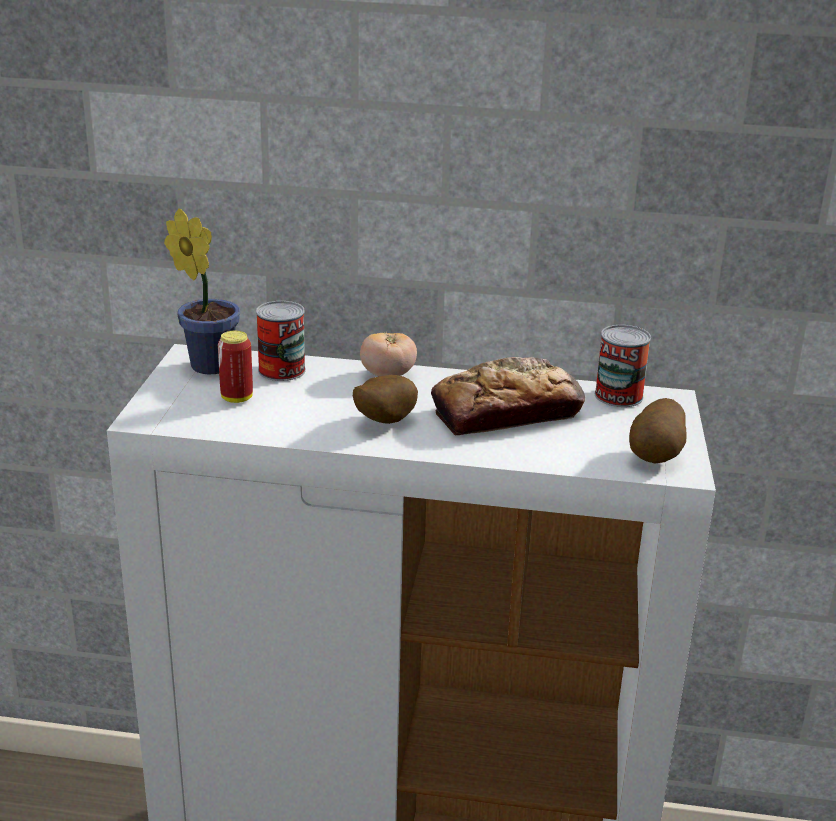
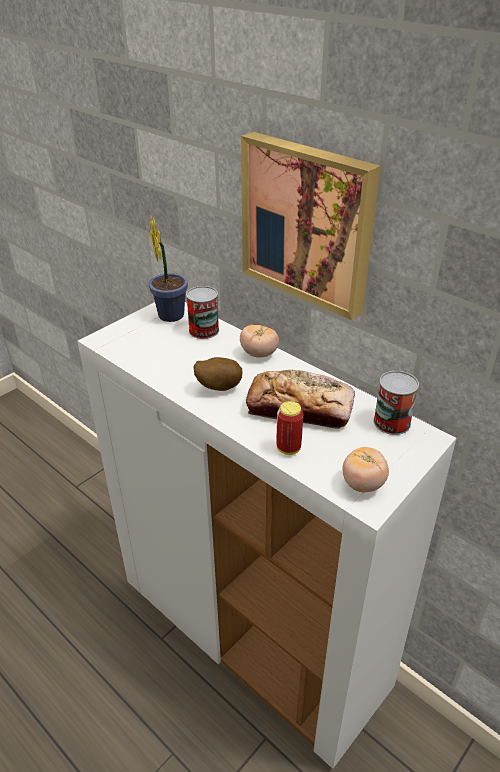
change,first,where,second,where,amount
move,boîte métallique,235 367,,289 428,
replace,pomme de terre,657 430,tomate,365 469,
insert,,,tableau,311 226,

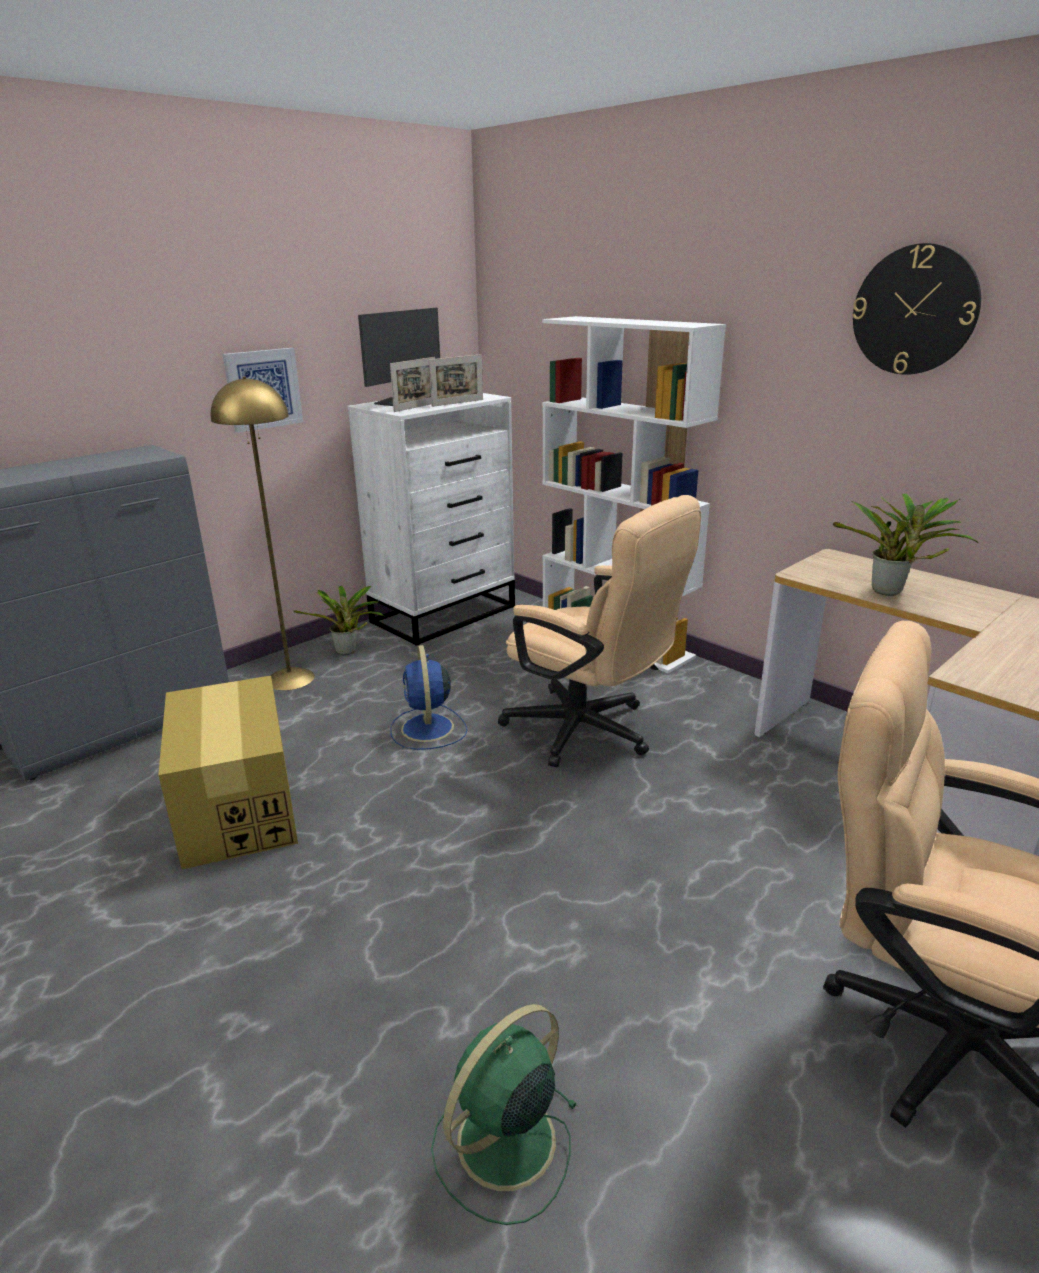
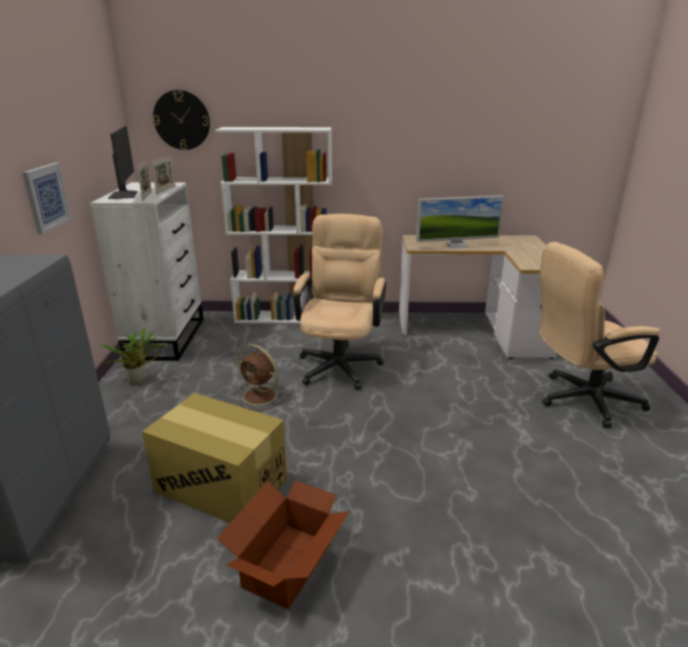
change,first,where,second,where,amount
delete,lampadaire/jaune,263 533,,,
recolor,ventilateur/bleu,428 697,ventilateur/marron,260 377,
delete,ventilateur/vert,504 1114,,,
rotate,chaise de bureau/beige,599 631,,339 302,75 degrees counterclockwise
replace,plante en pot,905 544,écran d'ordinateur,460 222,
move,horloge murale,916 309,,181 120,
insert,,,carton,283 544,

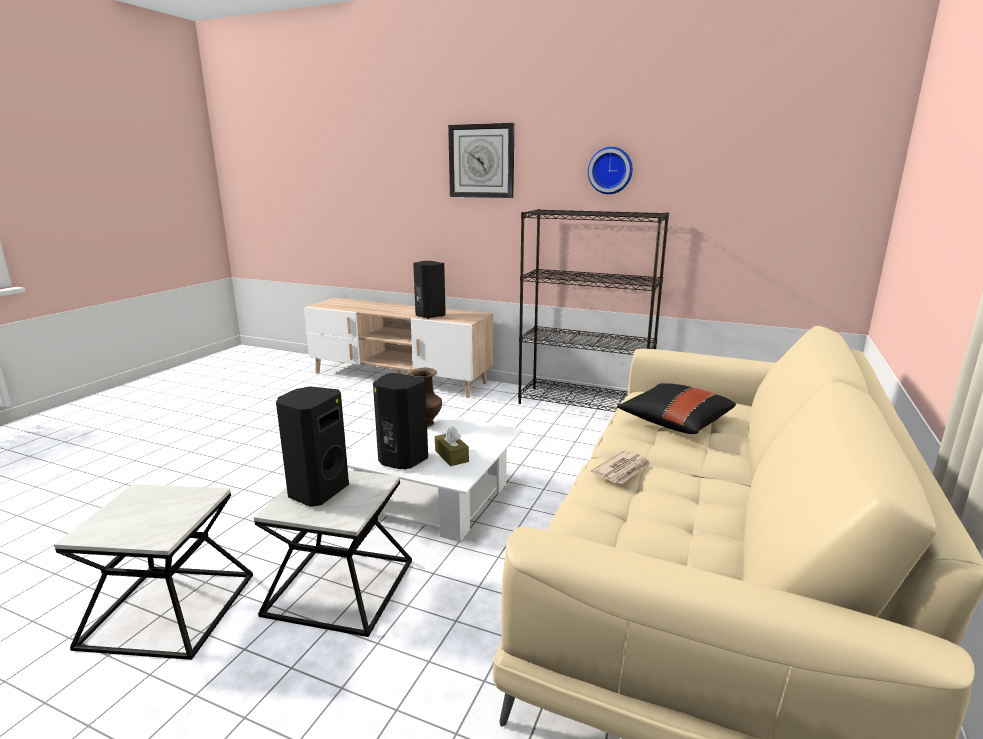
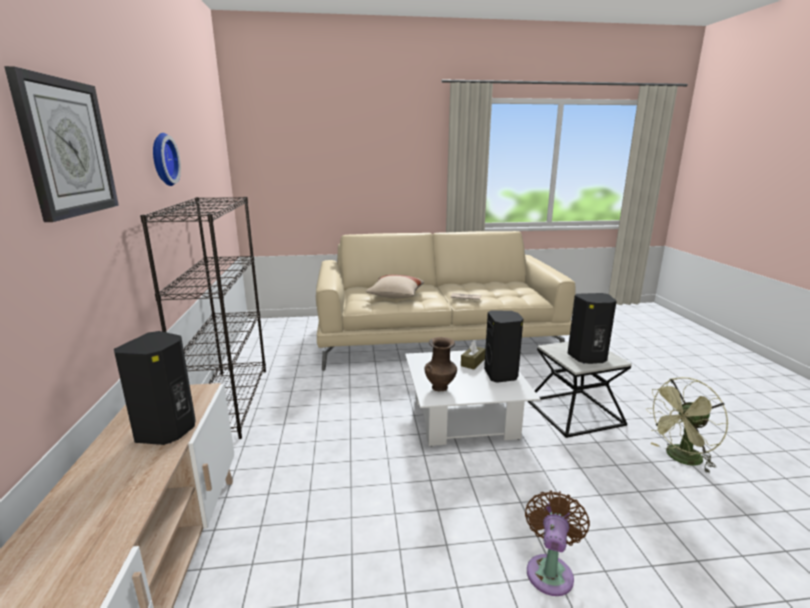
change,first,where,second,where,amount
replace,table d'appoint,153 572,ventilateur/vert,686 425,
recolor,coussin/noir,676 408,coussin/beige,395 286,
insert,,,ventilateur/marron,557 543,

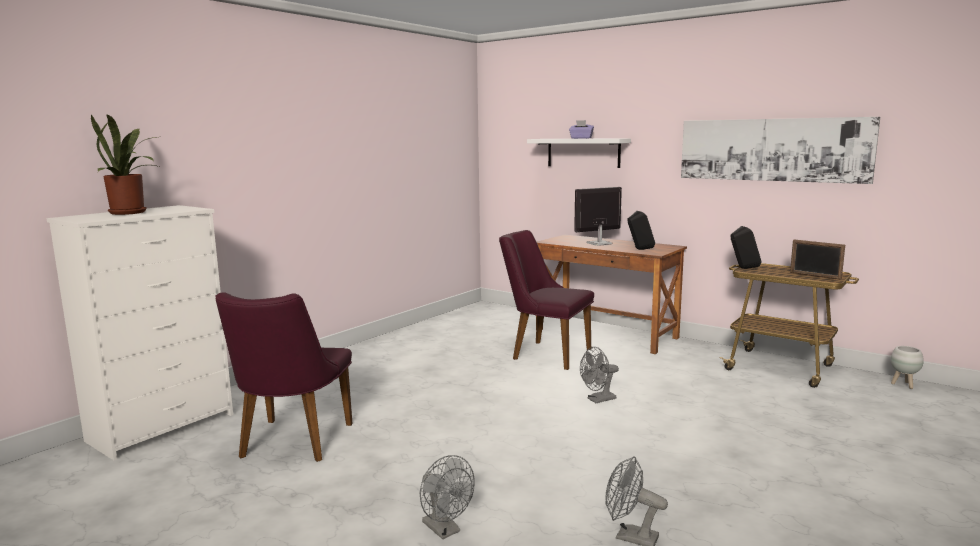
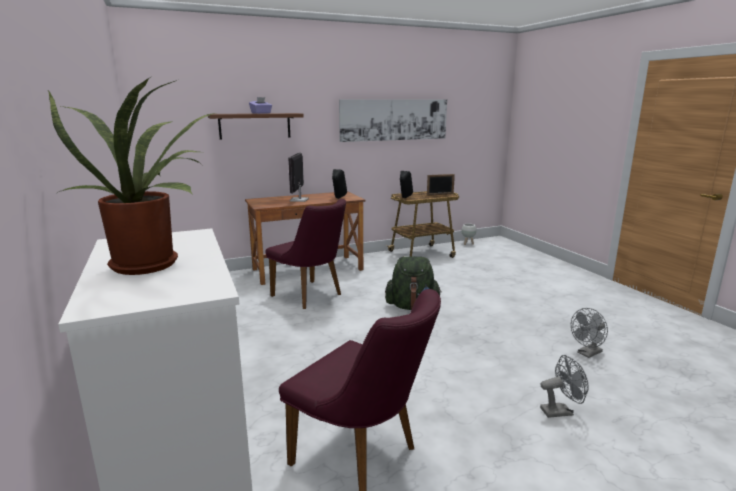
change,first,where,second,where,amount
rotate,chaise/violet,546 300,,305 254,105 degrees counterclockwise
recolor,étagère/blanc,579 153,étagère/marron,256 126,
replace,ventilateur/gris,599 375,sac à dos/vert,413 283,

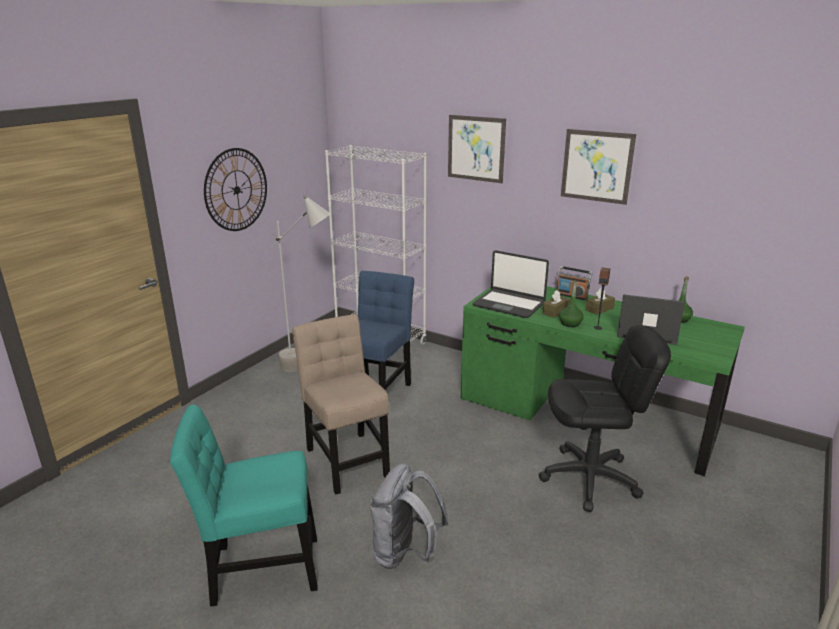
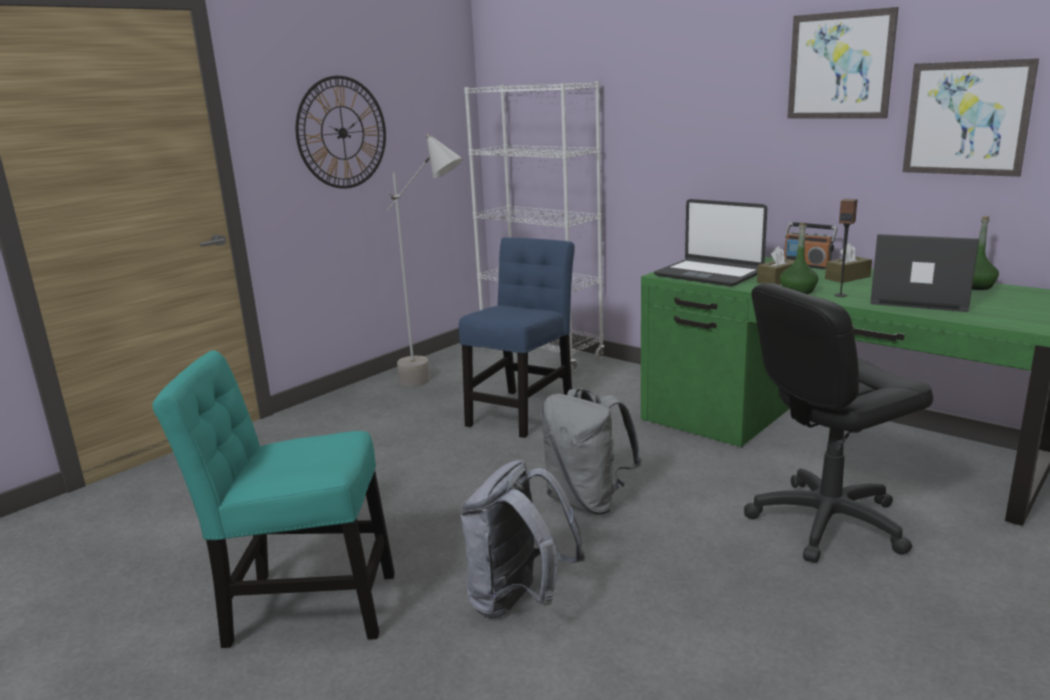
change,first,where,second,where,amount
delete,chaise/beige,341 404,,,
move,tableau,477 149,,971 117,
rotate,chaise de bureau/noir,605 418,,838 423,150 degrees clockwise
insert,,,sac à dos/gris,591 451,

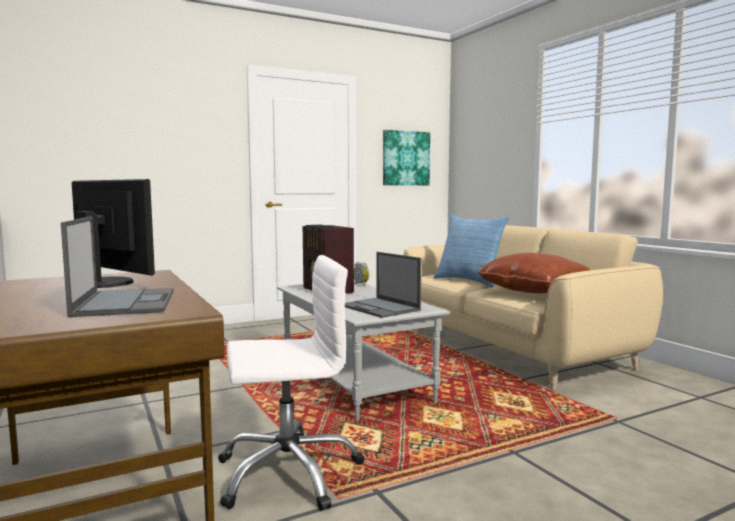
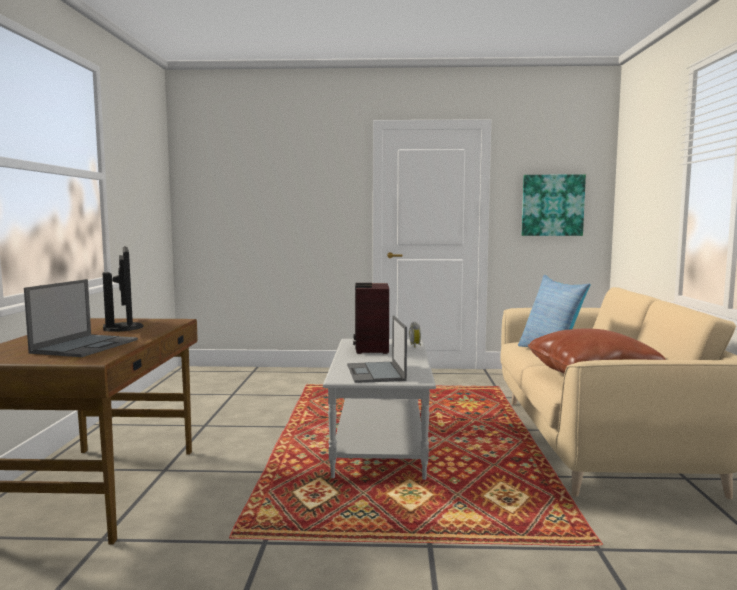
change,first,where,second,where,amount
delete,chaise de bureau/blanc,291 383,,,

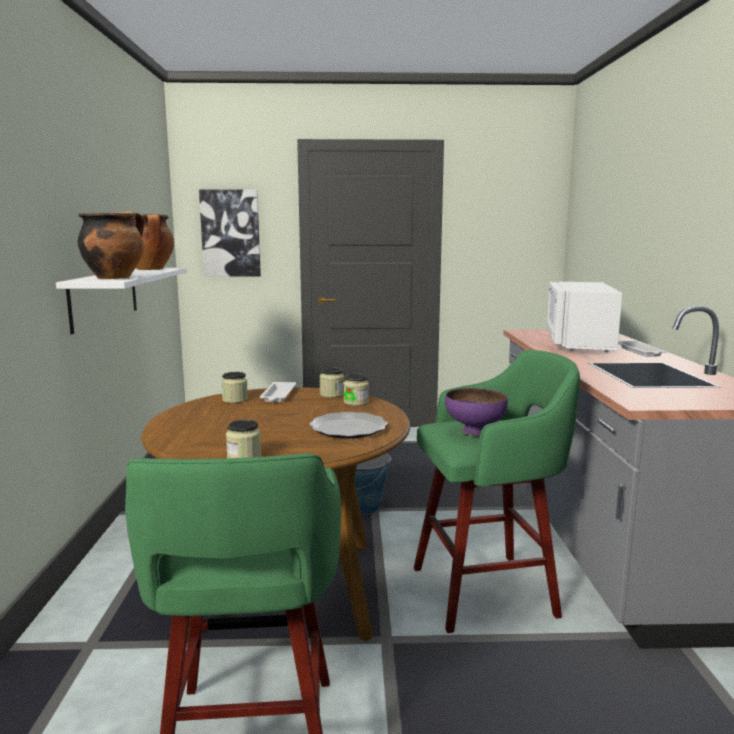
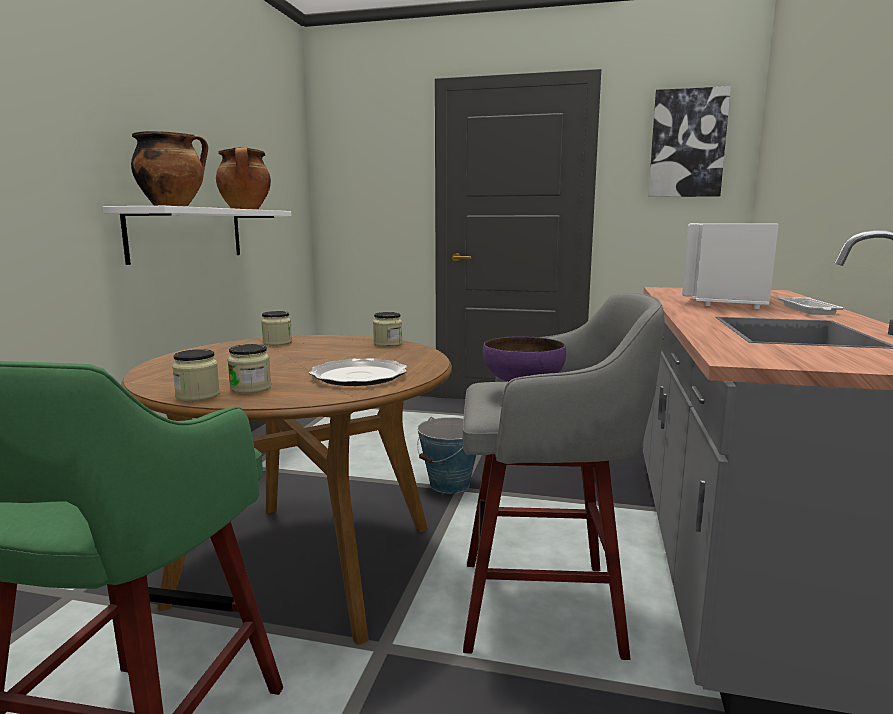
change,first,where,second,where,amount
move,tableau,230 233,,689 141,
delete,plateau/blanc,278 392,,,
move,bocal,356 390,,249 369,
recolor,tabouret/vert,497 491,tabouret/gris,563 476,

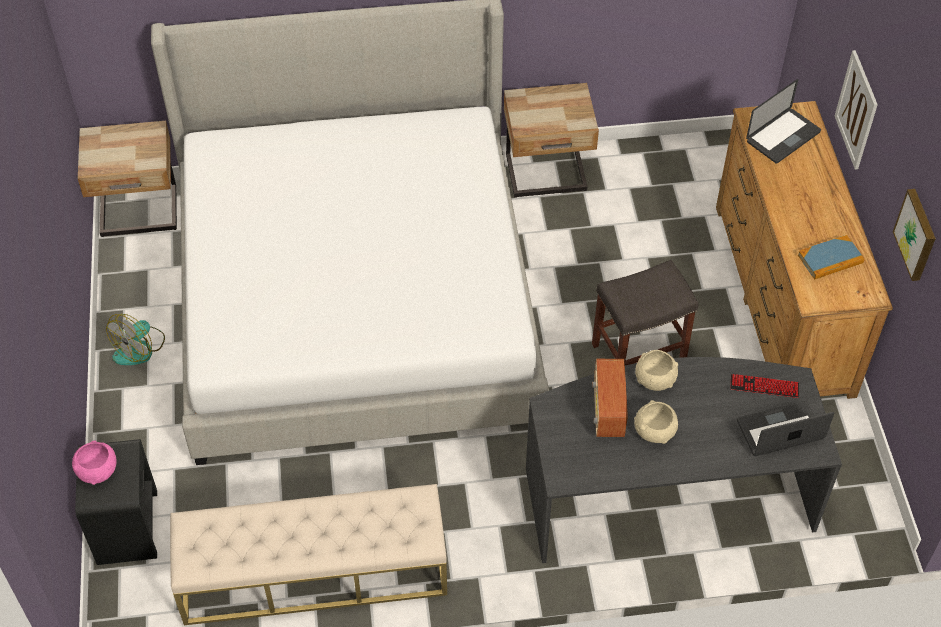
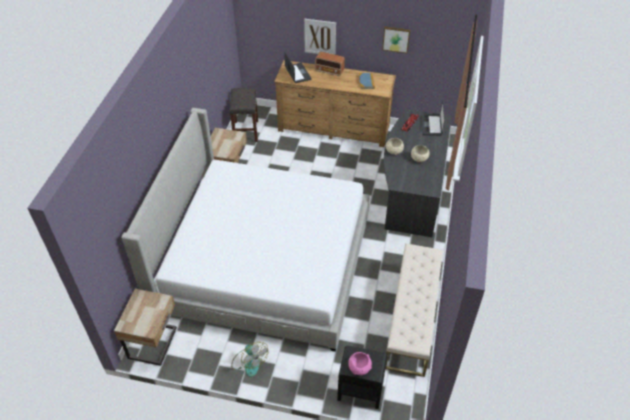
change,first,where,second,where,amount
move,tabouret/gris,645 312,,244 115,
move,radio,610 398,,330 64,

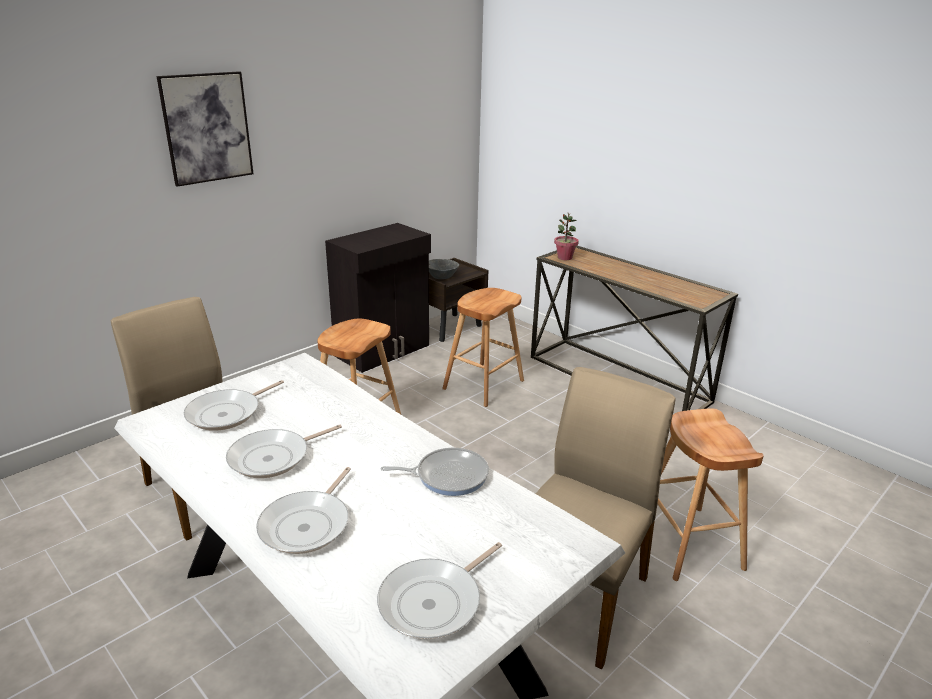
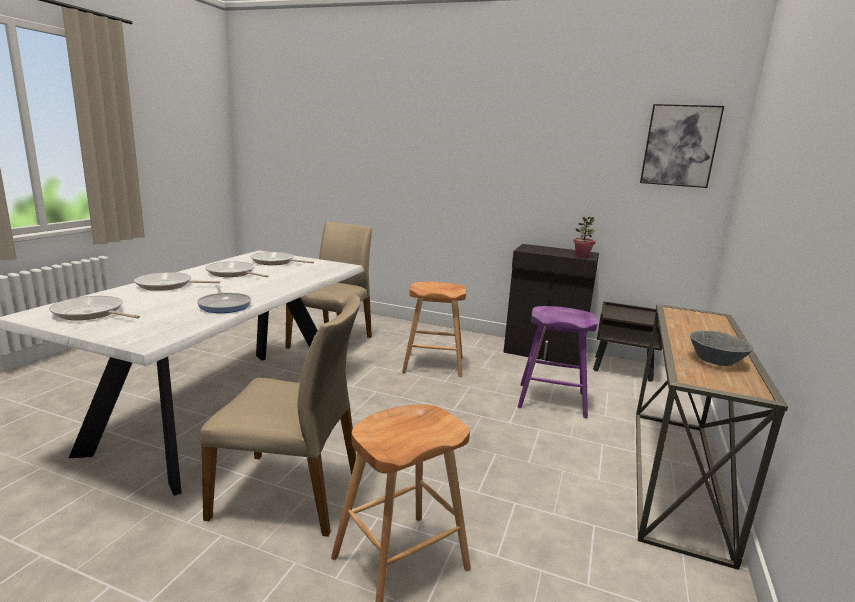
change,first,where,second,where,amount
move,tableau,205 129,,682 146,
move,bol/gris,444 269,,721 348,
recolor,tabouret/marron,483 347,tabouret/violet,557 362,
move,plante en pot,566 236,,584 237,

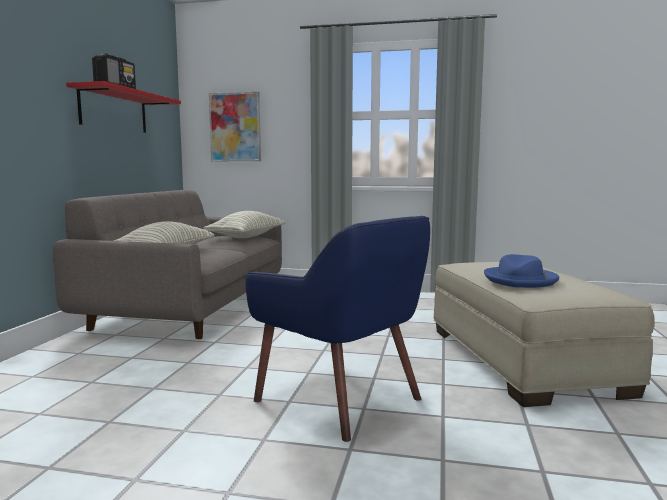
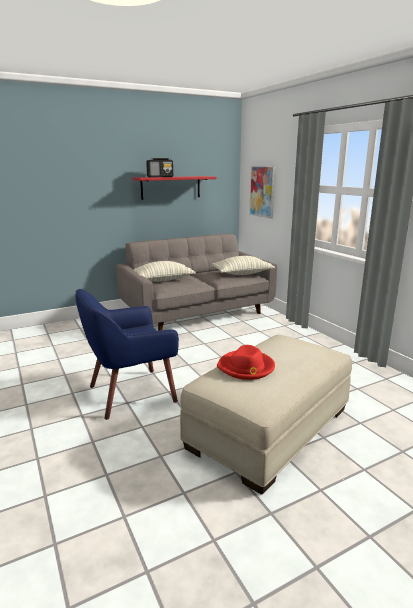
change,first,where,second,where,amount
rotate,fauteuil/bleu,337 329,,127 354,60 degrees clockwise
recolor,chapeau/bleu,521 271,chapeau/rouge,246 362,

